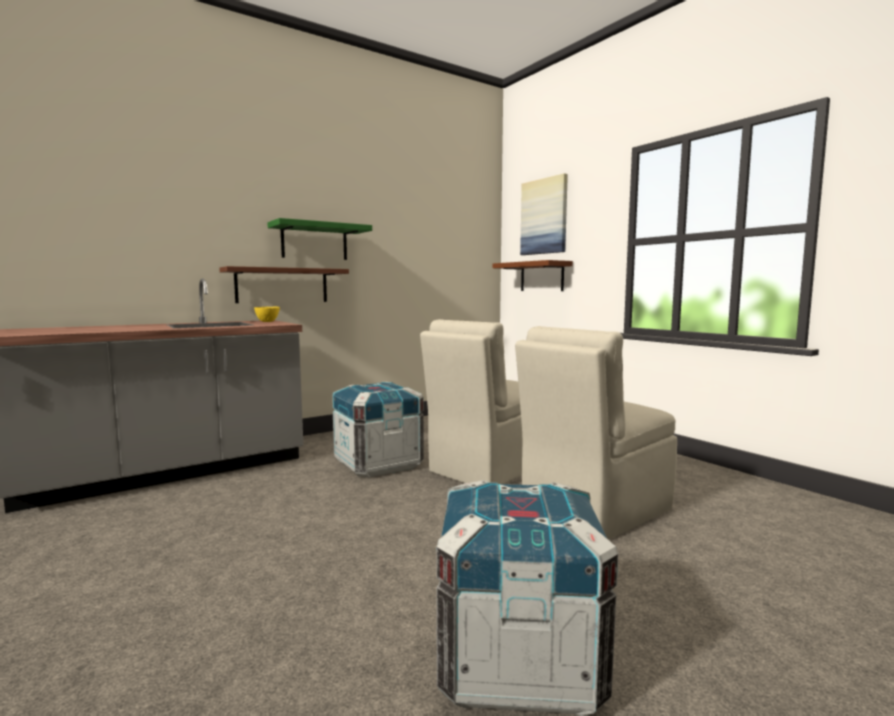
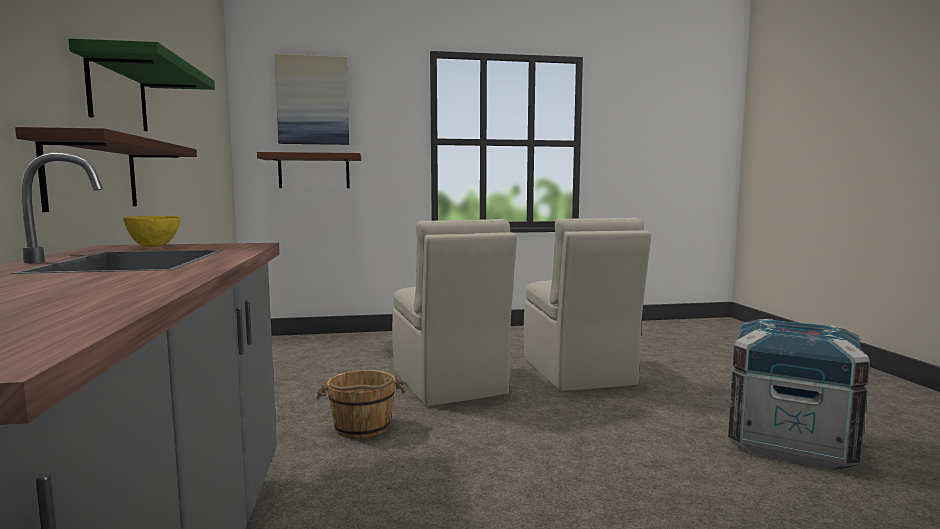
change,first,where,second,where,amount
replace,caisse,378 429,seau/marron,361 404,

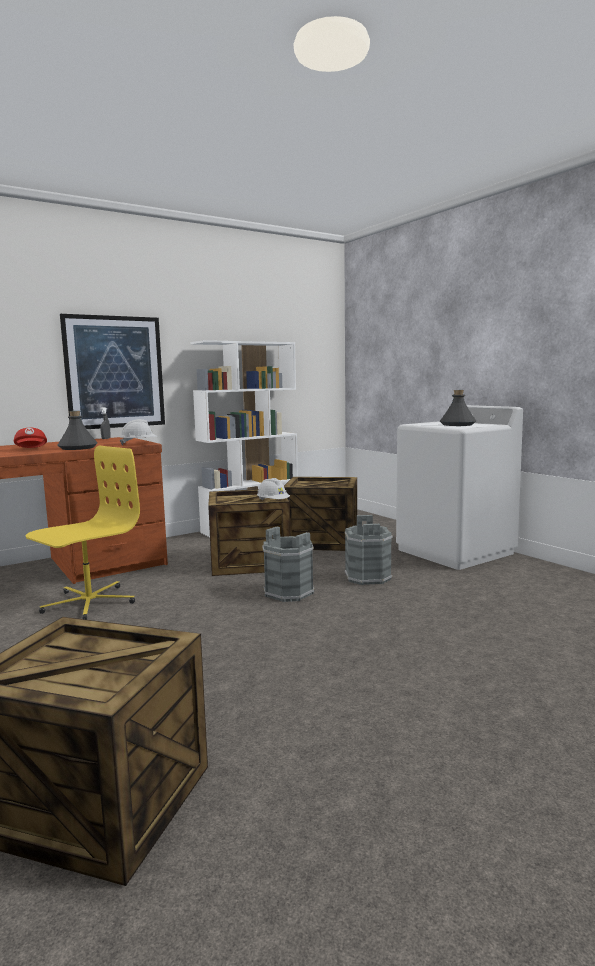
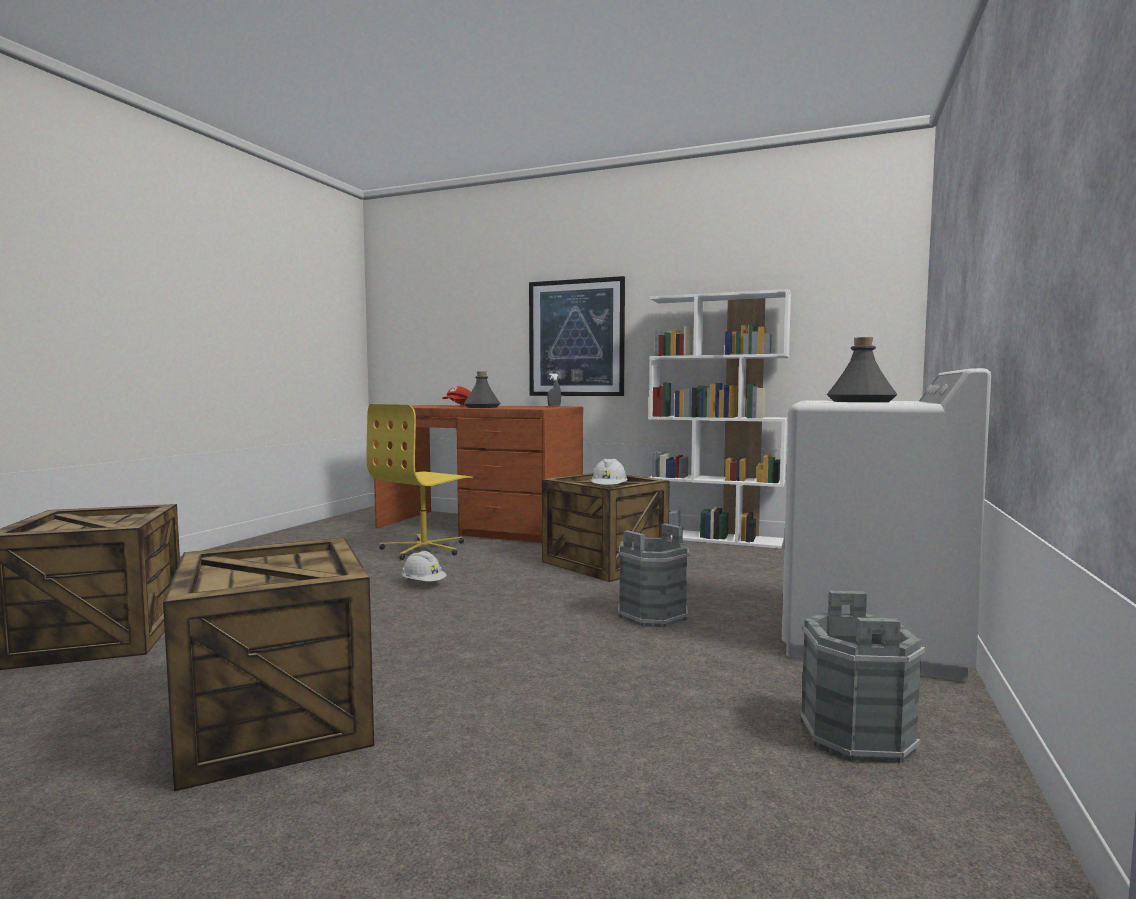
change,first,where,second,where,amount
rotate,chaise de bureau/jaune,83 533,,420 482,120 degrees clockwise
move,casque de chantier/blanc,139 432,,424 566,
move,seau/gris,288 564,,862 677,
move,caisse,320 514,,268 664,

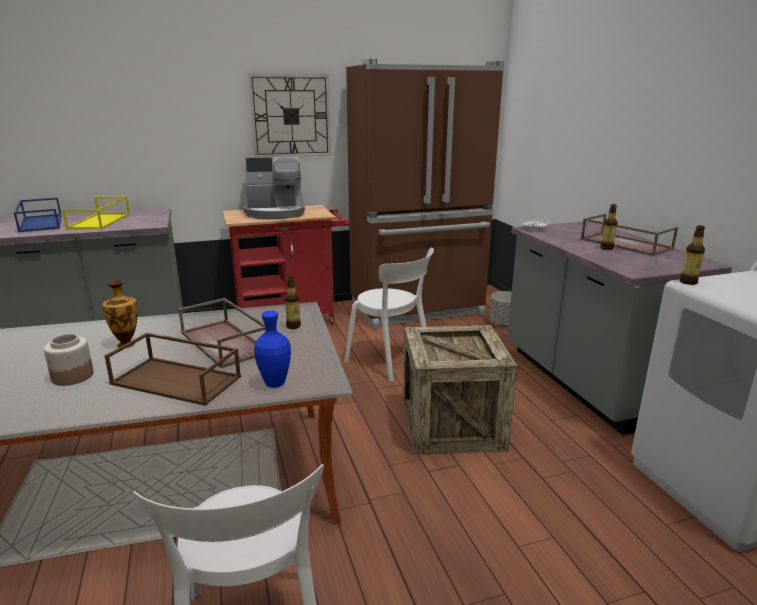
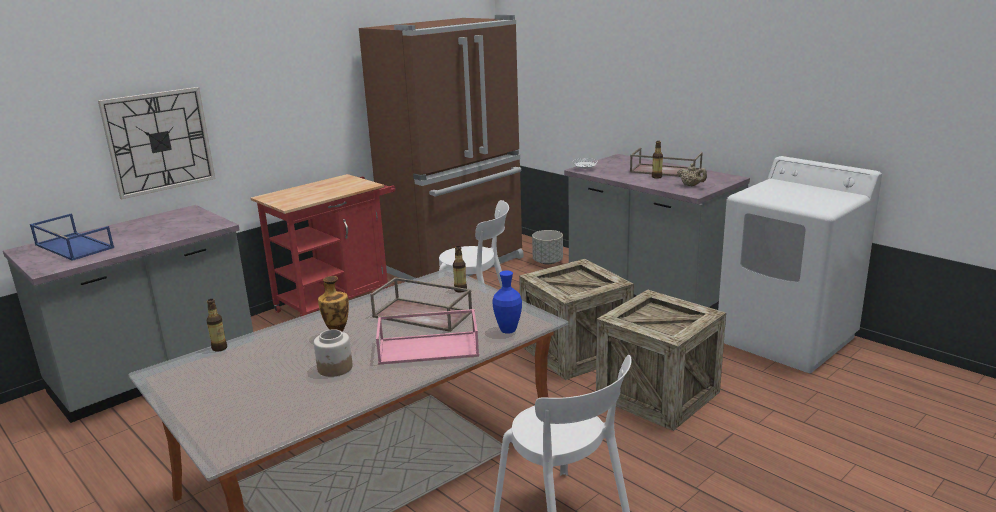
change,first,where,second,where,amount
delete,plateau/jaune,96 213,,,
recolor,plateau/marron,172 369,plateau/rose,427 337,
delete,machine à café,274 187,,,
move,horloge murale,289 115,,157 143,
move,bouteille,692 255,,216 325,
insert,,,caisse,661 360,
insert,,,théière/beige,692 175,

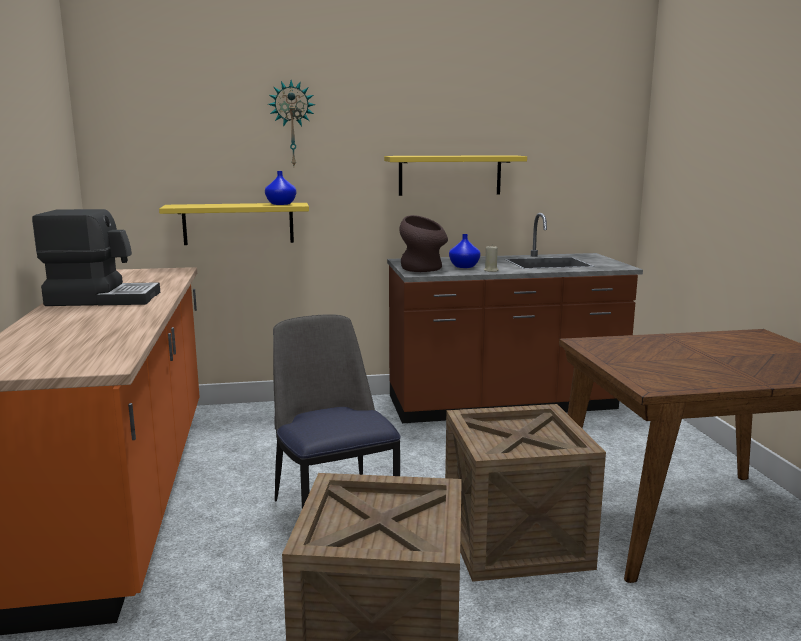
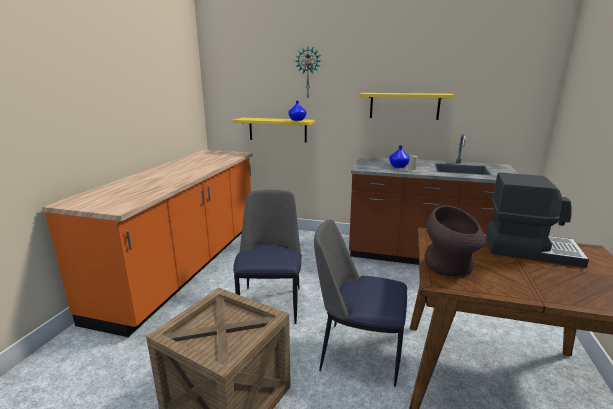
change,first,where,second,where,amount
move,machine à café,96 257,,537 220,
move,vase/marron,424 243,,455 240,
replace,caisse,525 493,chaise,360 303,

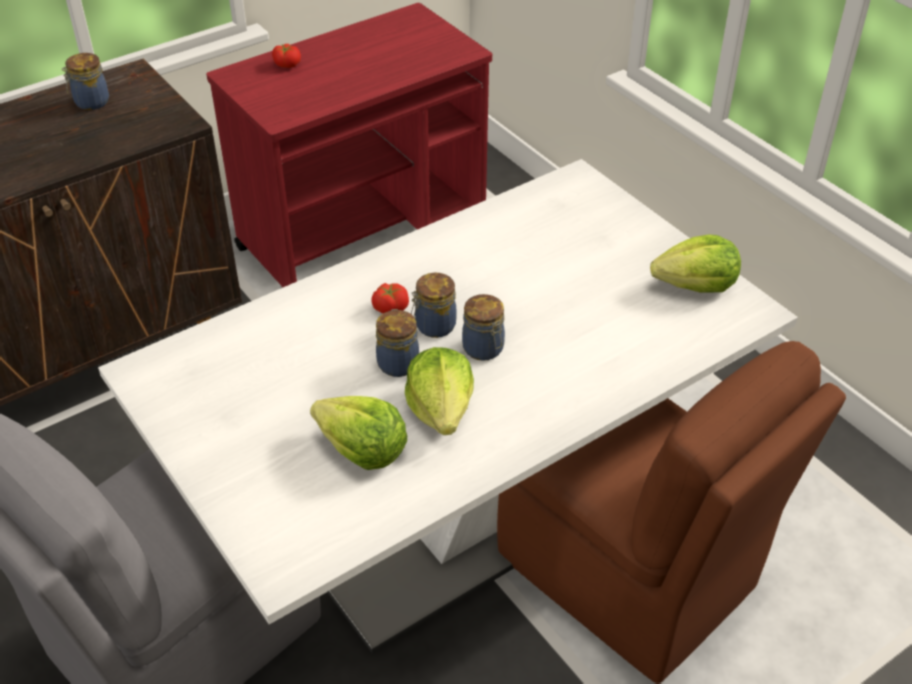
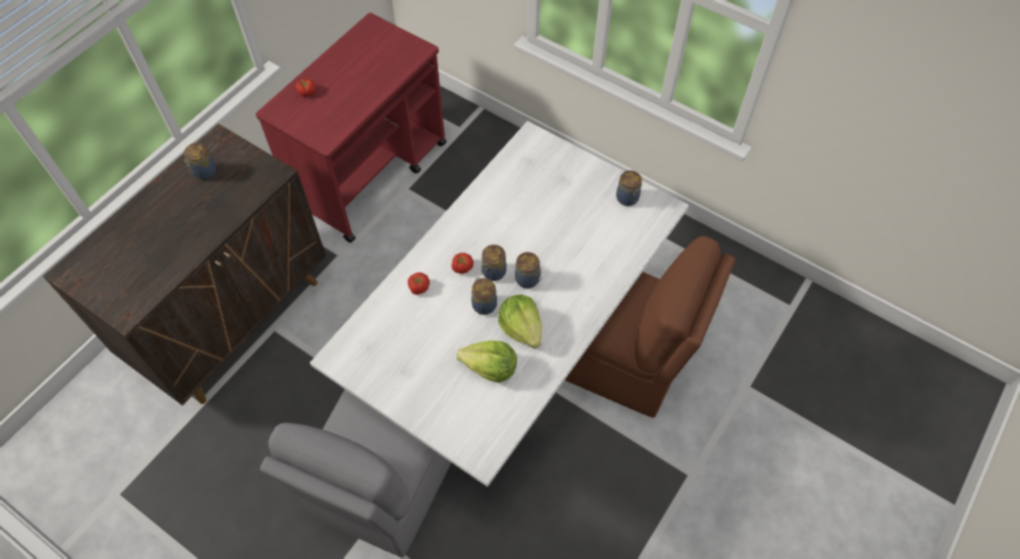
change,first,where,second,where,amount
replace,laitue,695 263,bocal,629 188,
insert,,,tomate,419 283,

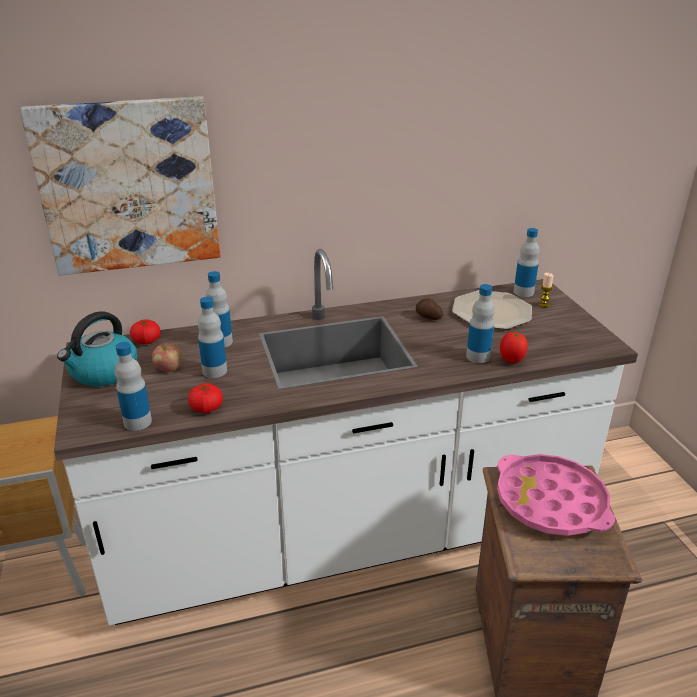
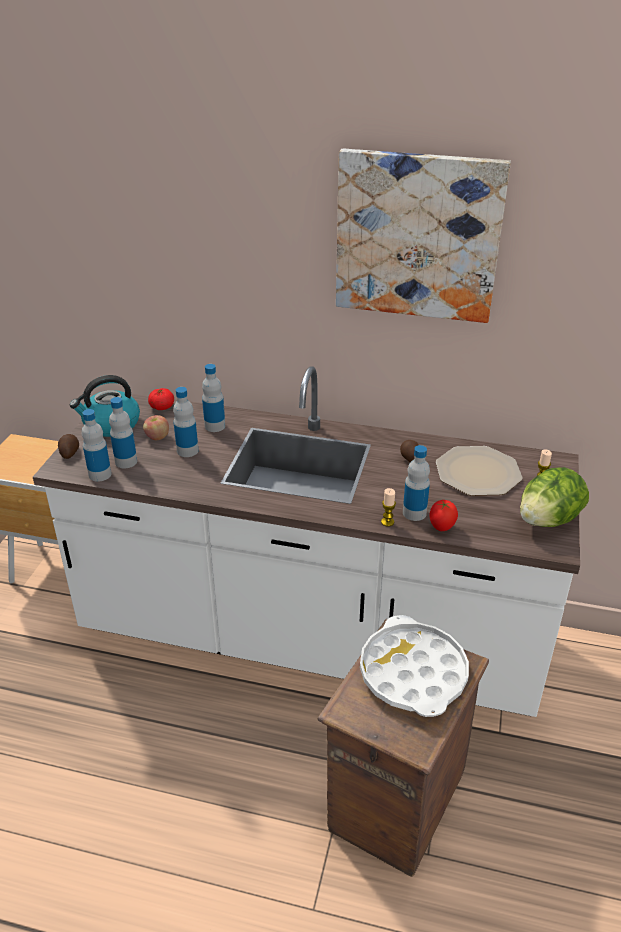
change,first,where,second,where,amount
move,tableau,120 185,,423 236,
delete,tomate,205 398,,,
recolor,plateau/rose,556 495,plateau/blanc,414 666,
move,bouteille,526 262,,123 432,
insert,,,pomme de terre,68 446,
insert,,,bougie,388 507,
insert,,,laitue,554 497,

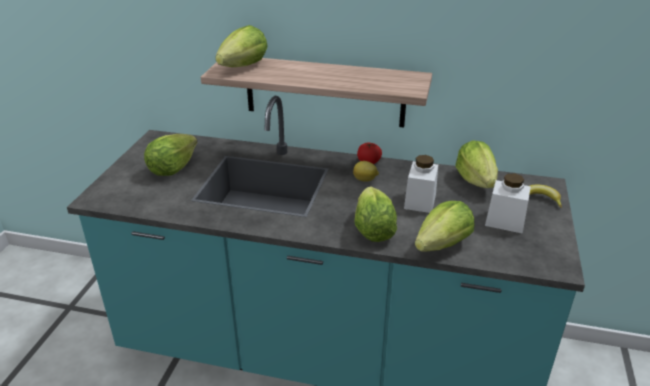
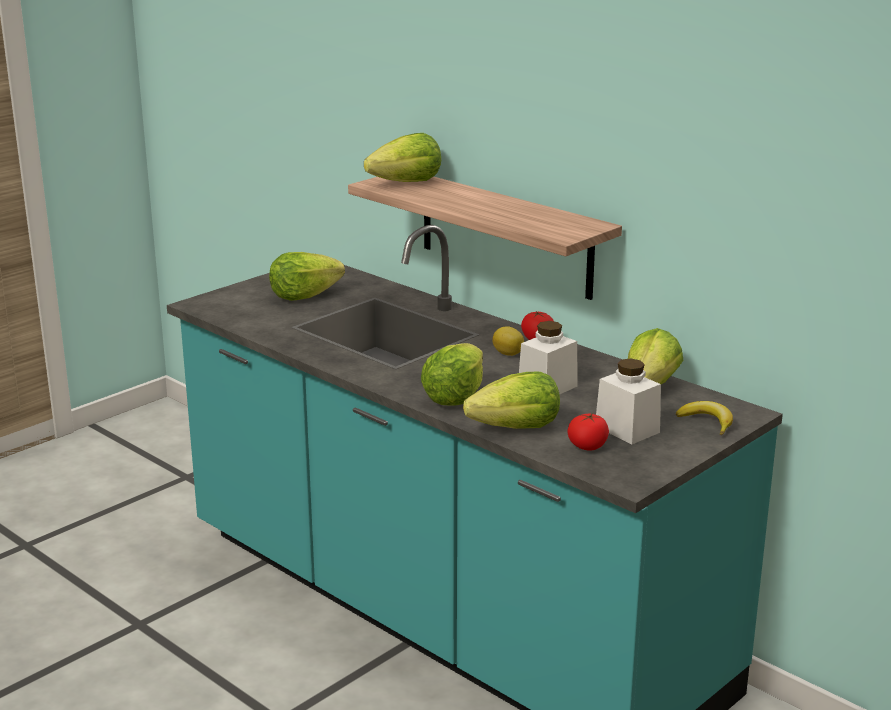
change,first,where,second,where,amount
insert,,,tomate,588 432,

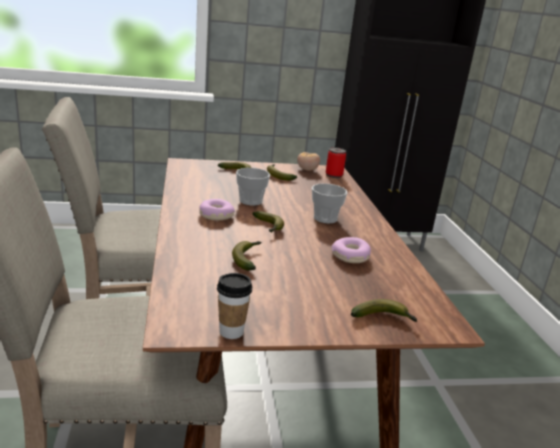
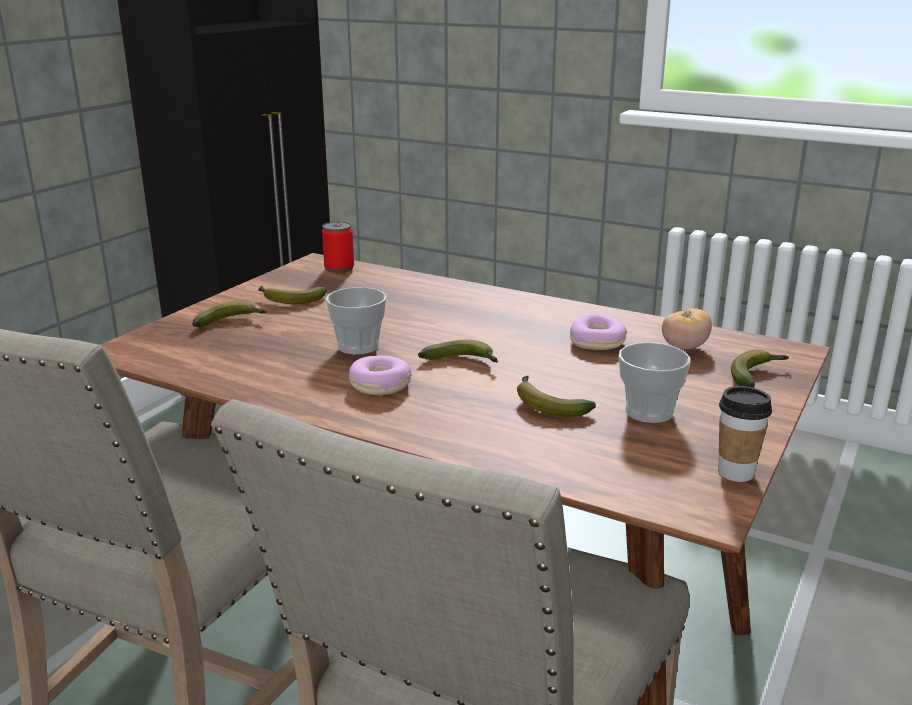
change,first,where,second,where,amount
move,tomate,308 161,,687 329,
move,tasse,329 203,,654 382,

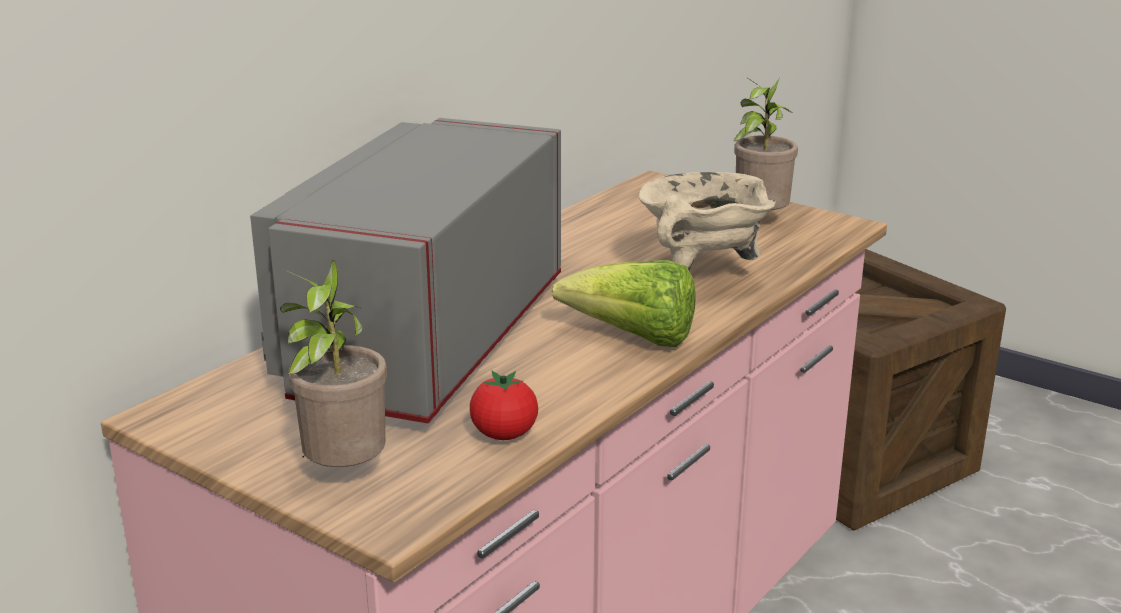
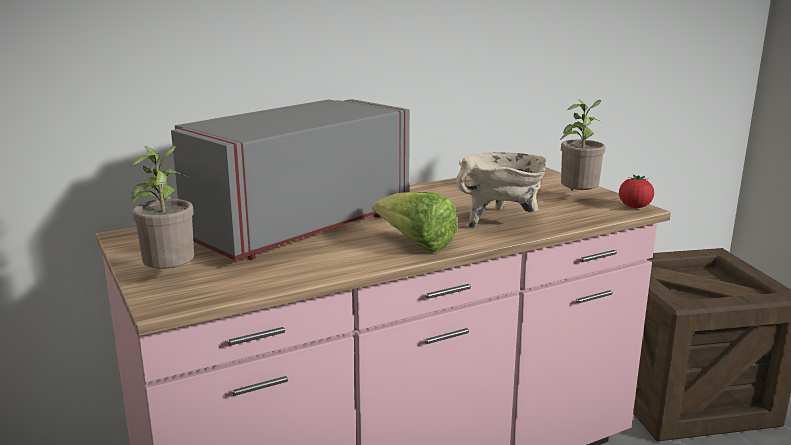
change,first,where,second,where,amount
move,tomate,504 405,,636 191,

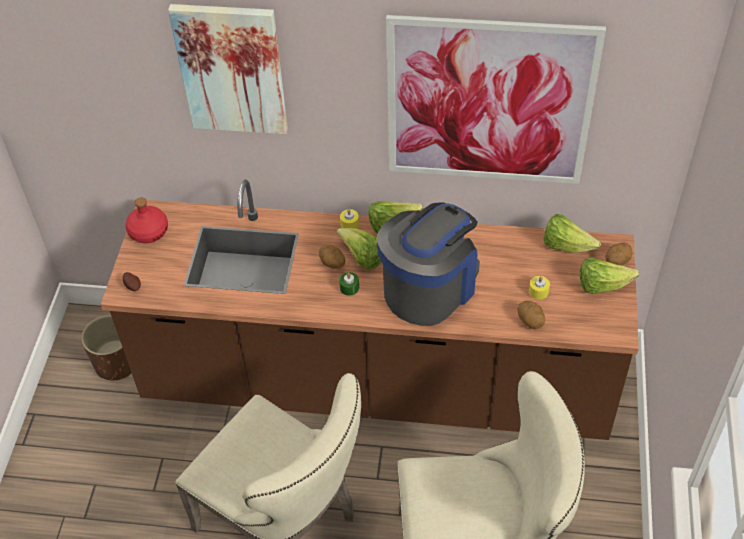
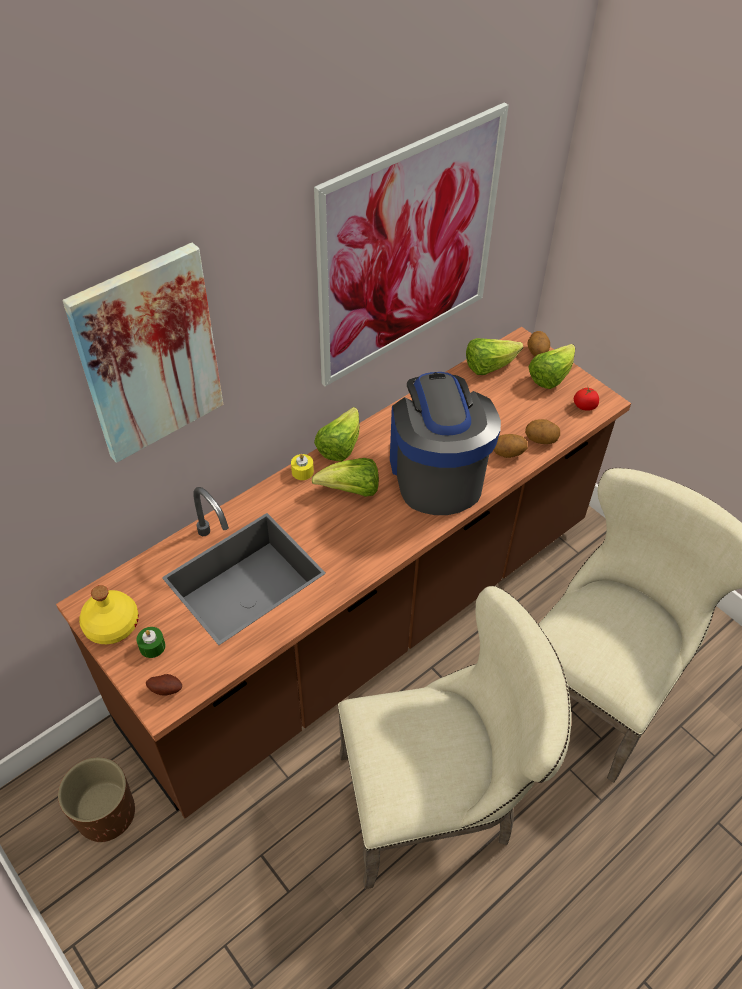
change,first,where,second,where,amount
recolor,bouteille/rouge,146 220,bouteille/jaune,109 614,
move,pomme de terre,332 257,,511 446,
move,bougie/vert,349 284,,150 642,
delete,bougie/jaune,539 288,,,
insert,,,tomate,586 399,

